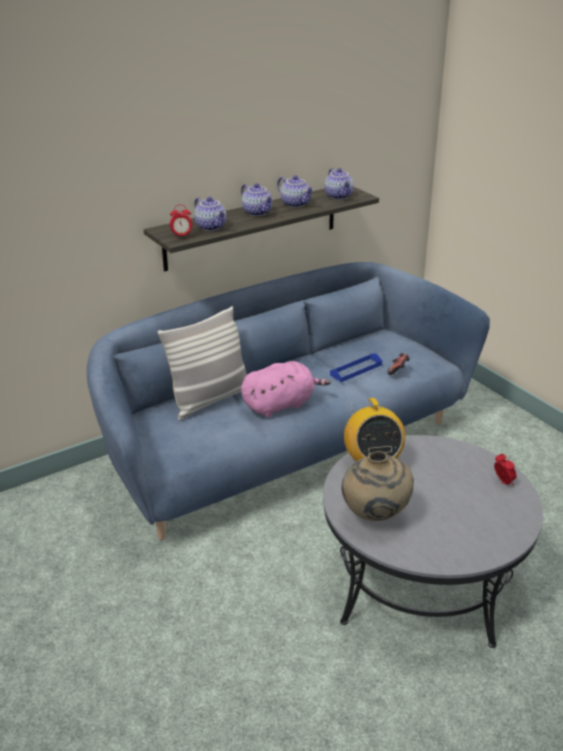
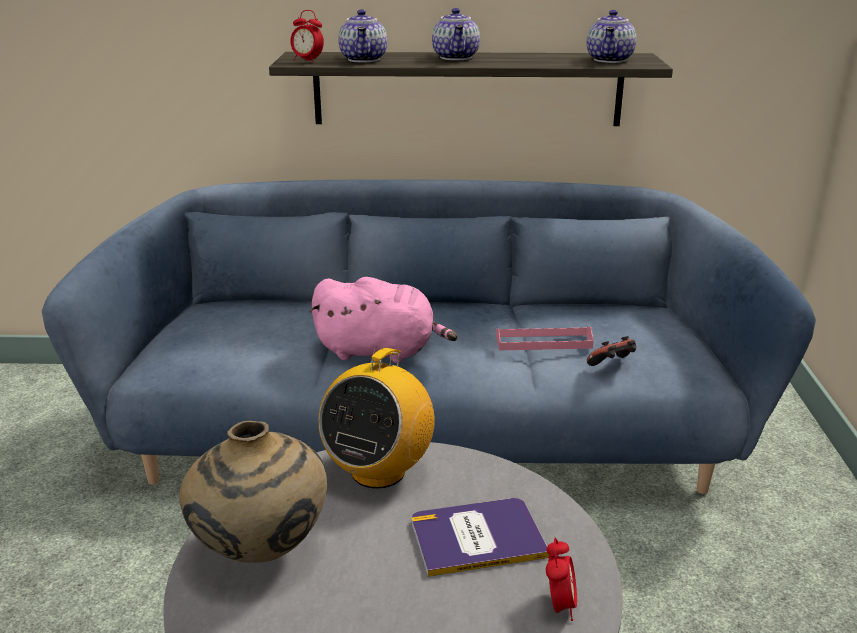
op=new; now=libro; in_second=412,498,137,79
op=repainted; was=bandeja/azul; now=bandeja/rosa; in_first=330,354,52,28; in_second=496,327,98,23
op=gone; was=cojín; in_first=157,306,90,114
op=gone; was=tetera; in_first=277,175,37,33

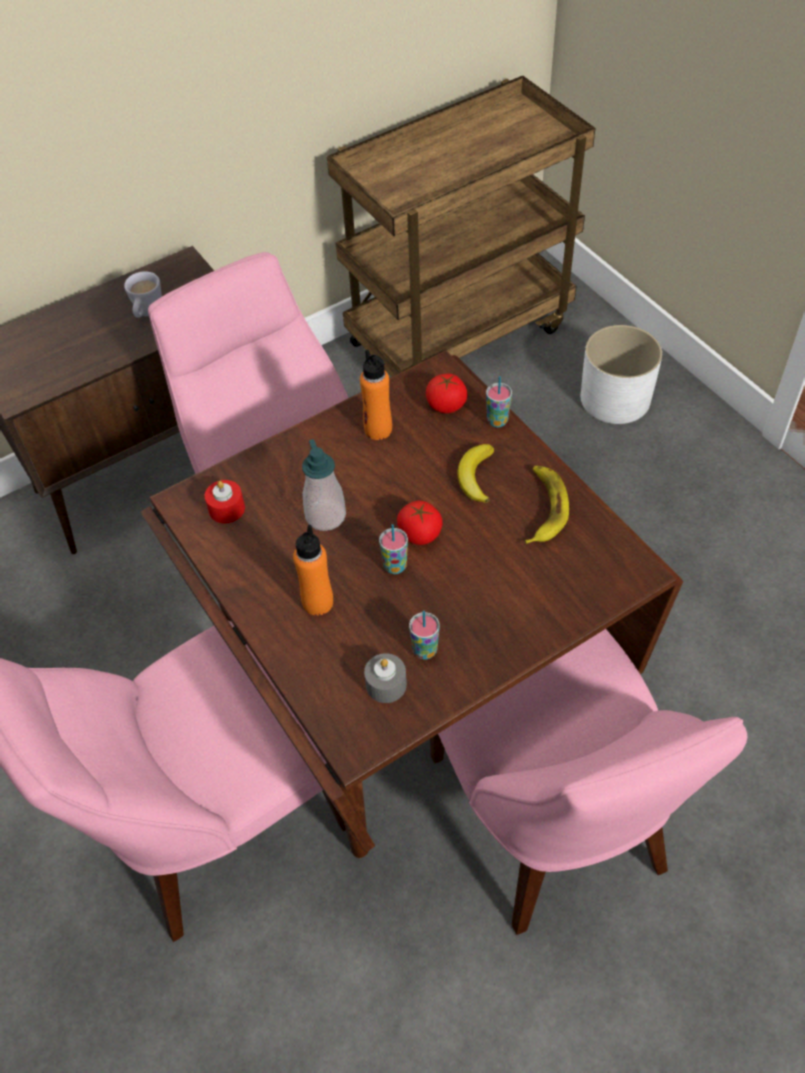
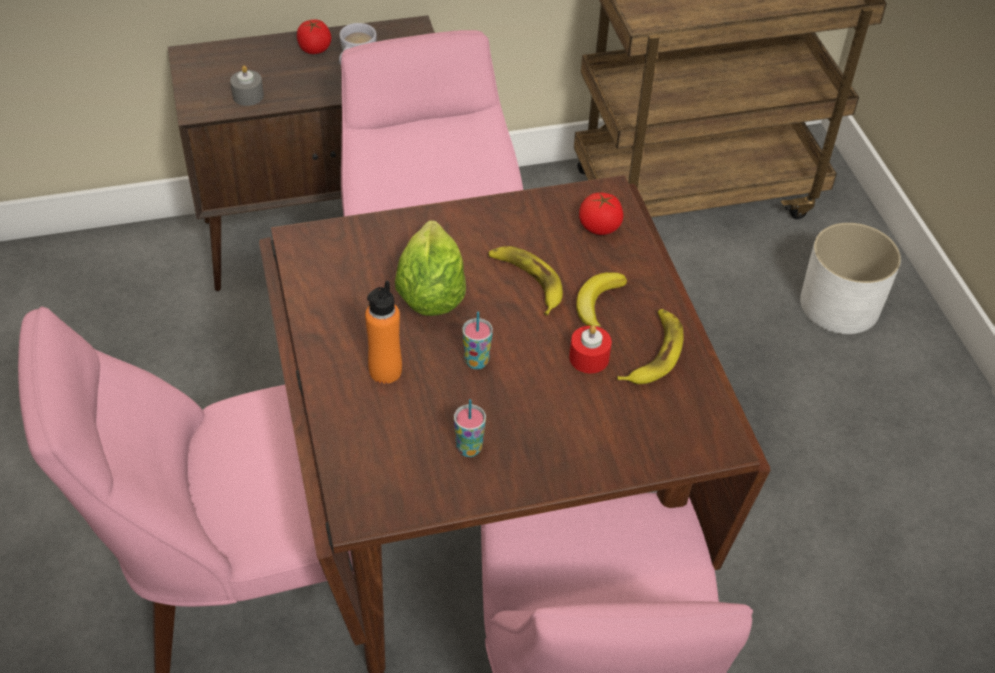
op=shifted; was=vela/gris; in_first=364,653,43,50; in_second=230,65,34,41
op=shifted; was=tomate; in_first=397,501,46,44; in_second=297,20,34,34
op=swapped; was=dispensador de jabón; now=lechuga; in_first=302,439,44,92; in_second=395,221,71,95
op=new; now=plátano; in_second=488,246,75,69
op=shifted; was=vela/rojo; in_first=205,480,40,44; in_second=569,325,43,48
op=gone; was=botella/naranja; in_first=360,349,32,91
op=gone; was=taza; in_first=486,376,26,52

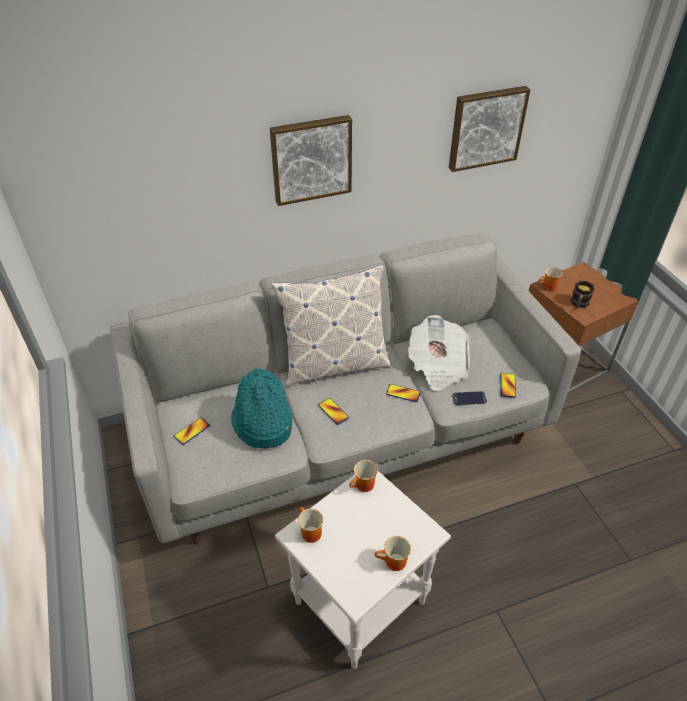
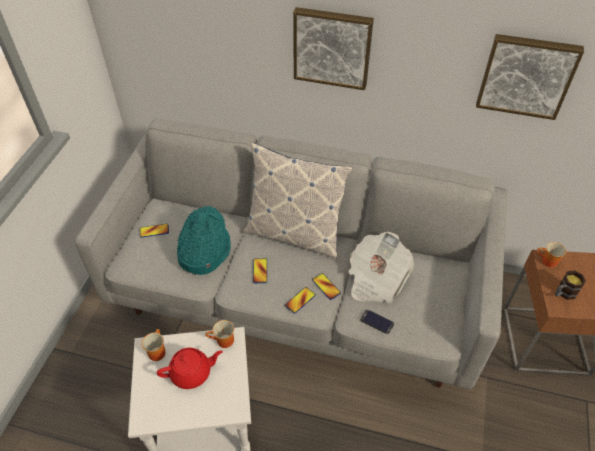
op=new; now=tetera/rojo; in_second=157,347,66,42
op=shifted; was=móvil; in_first=500,373,16,25; in_second=285,287,31,27
op=gone; was=taza grande; in_first=374,536,37,35

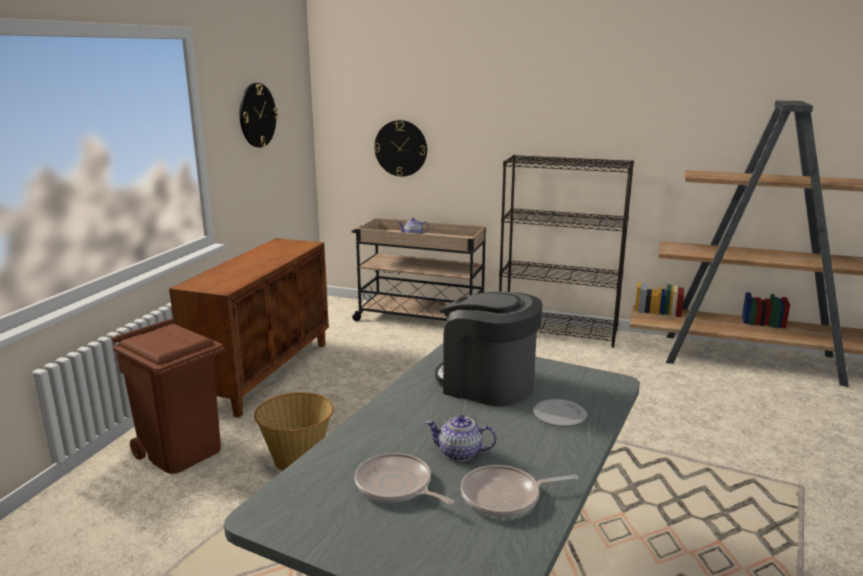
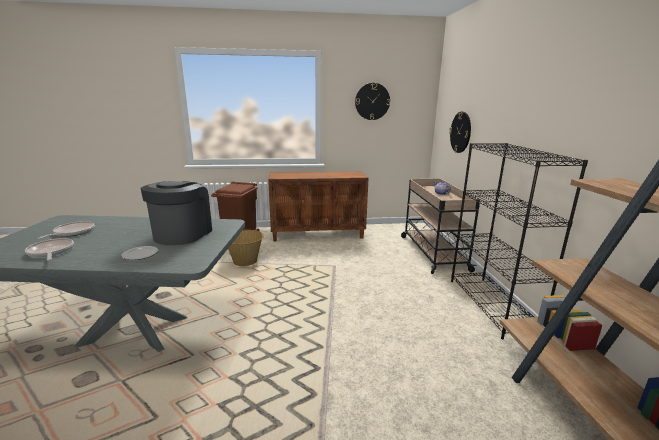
op=gone; was=tetera; in_first=425,415,72,46

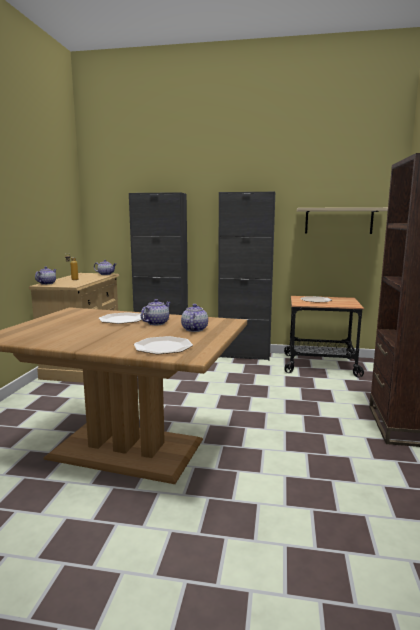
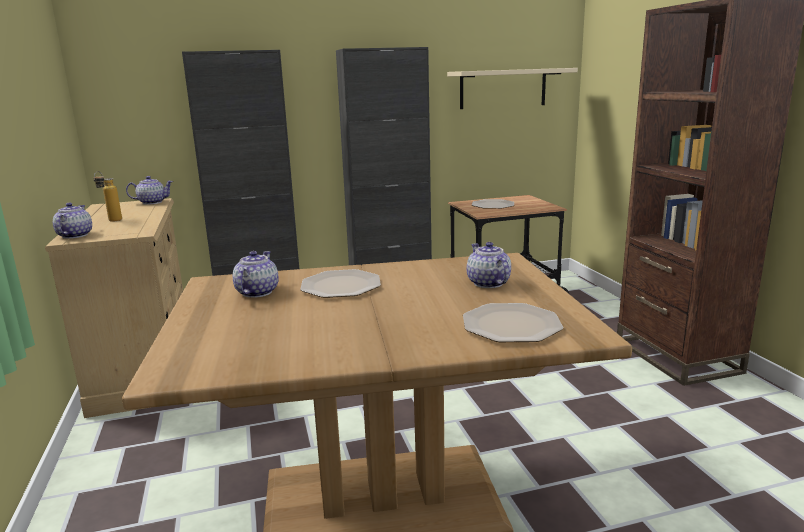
op=shifted; was=tetera; in_first=141,299,30,26; in_second=233,251,46,47

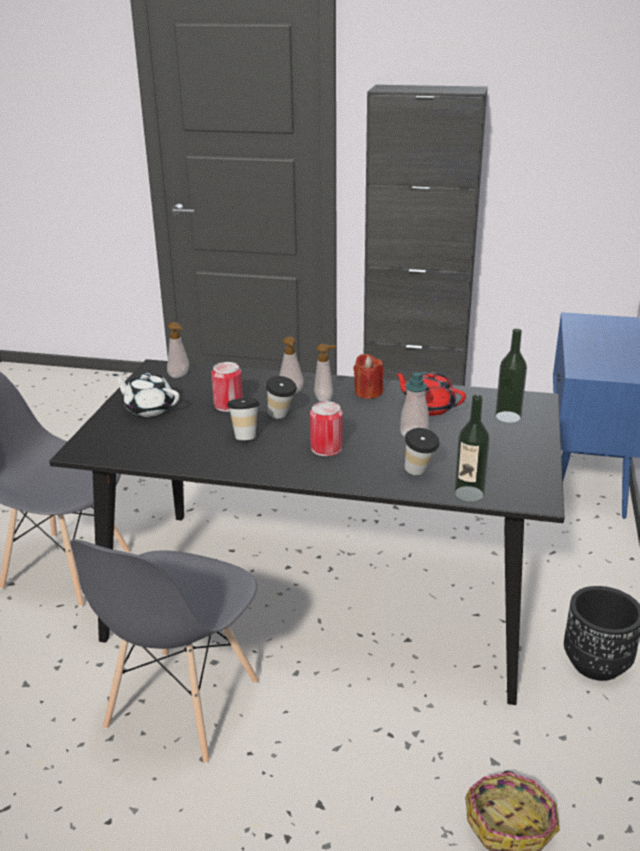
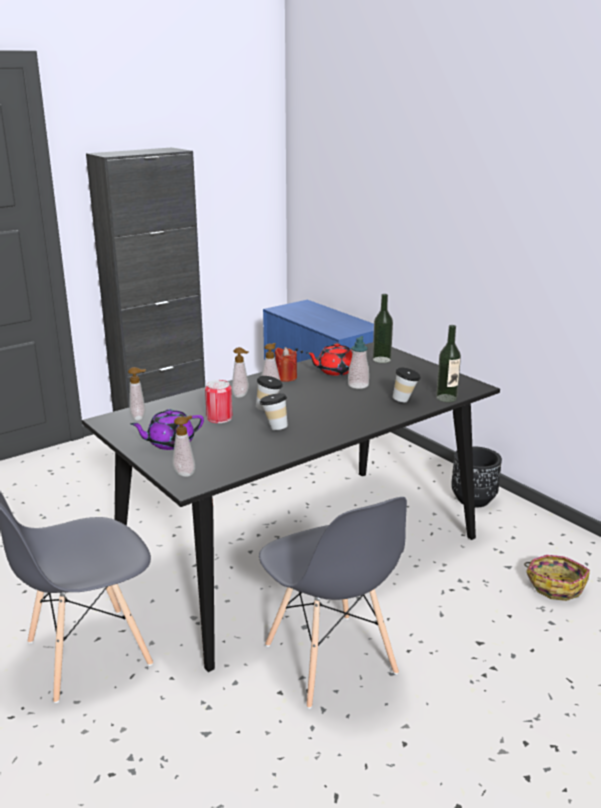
op=repainted; was=tetera/blanco; now=tetera/morado; in_first=113,373,66,44; in_second=130,409,74,41
op=new; now=dispensador de jabón; in_second=172,415,23,62
op=gone; was=lata; in_first=310,401,33,55

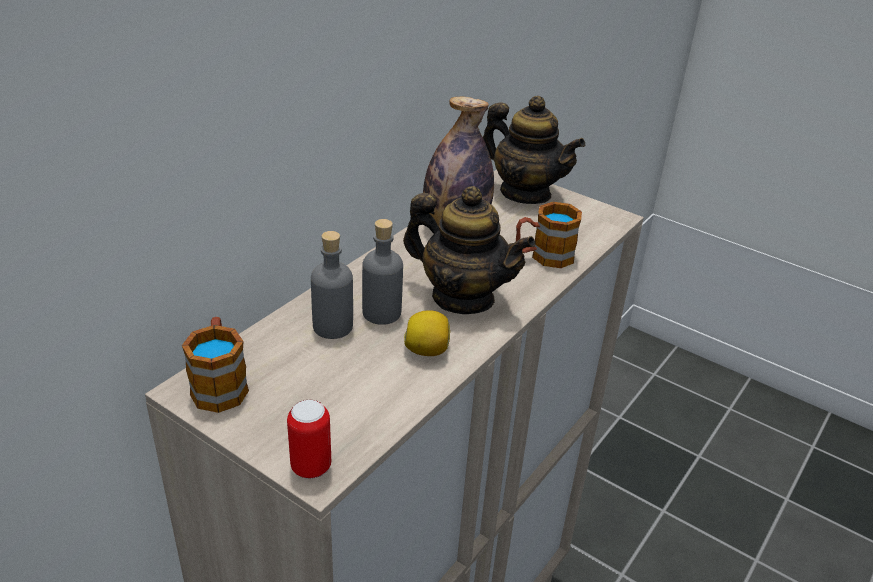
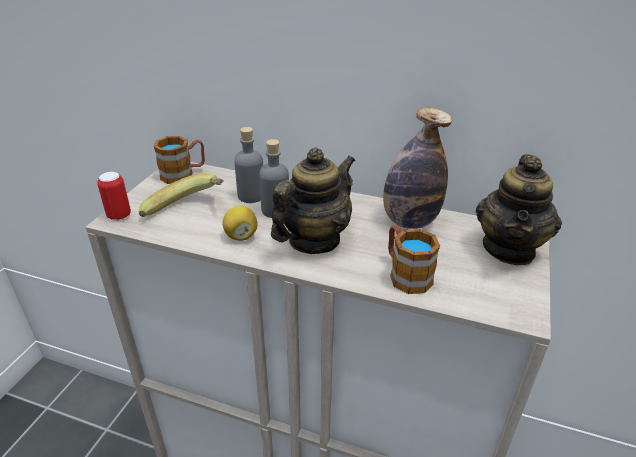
op=new; now=plátano; in_second=139,172,85,45
op=rotated; was=tetera; in_first=403,186,133,128; in_second=271,147,84,107; clockwise=-150

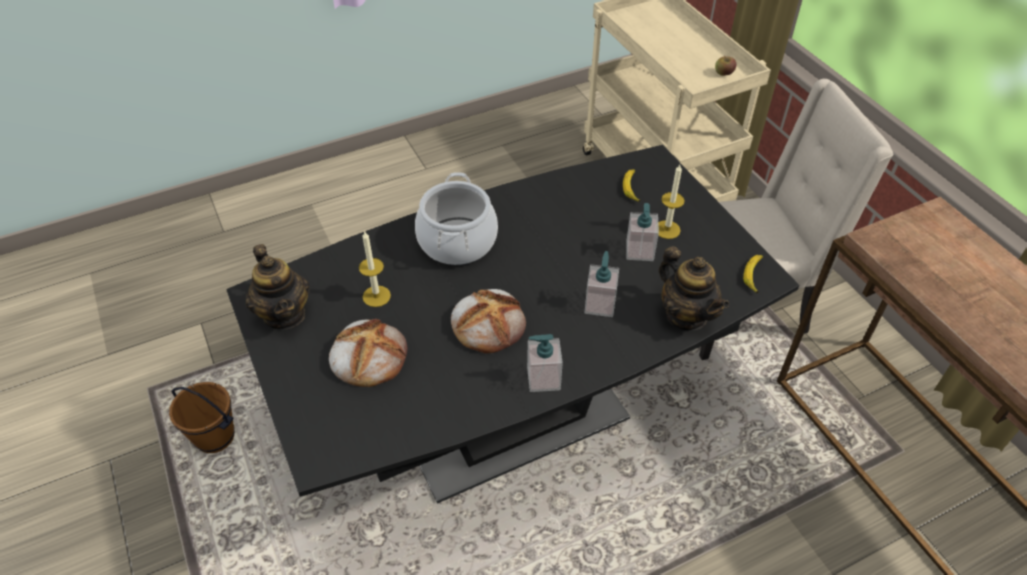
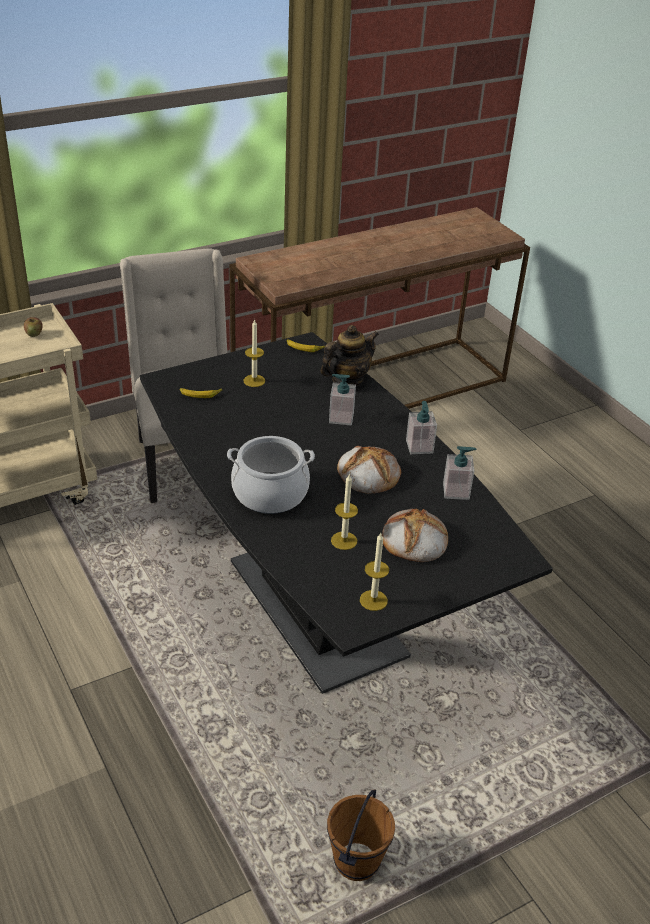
op=swapped; was=tetera; now=vela; in_first=246,244,63,86; in_second=360,533,29,78
op=shifted; was=dispensador de jabón; in_first=626,203,33,58; in_second=443,446,34,54

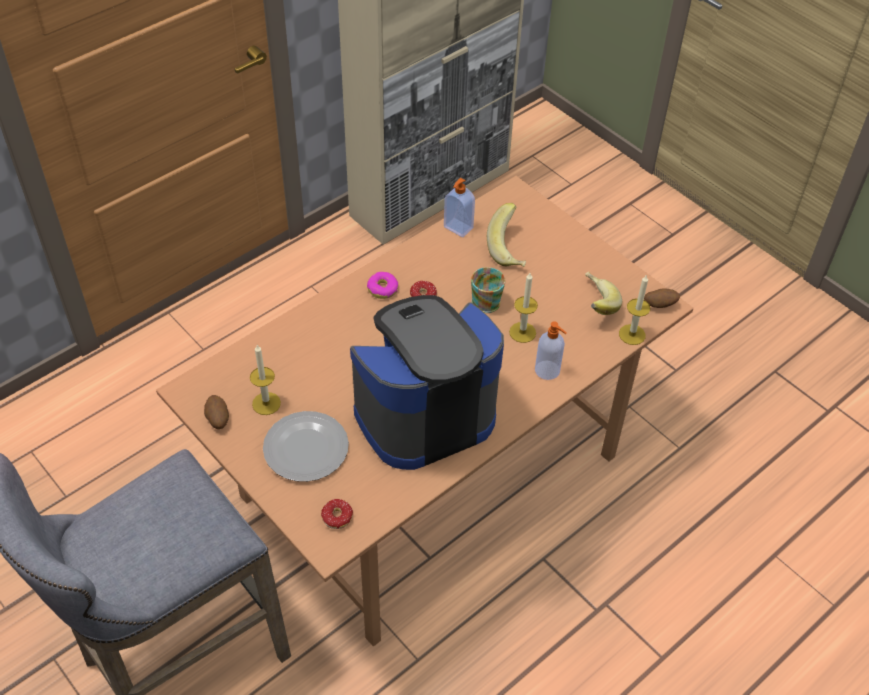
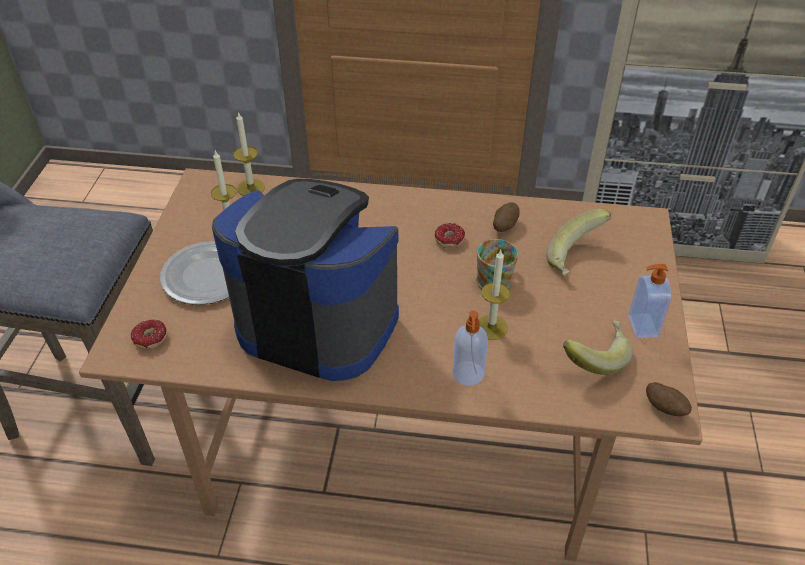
op=shifted; was=vela; in_first=619,274,31,71; in_second=233,112,32,84
op=shifted; was=patata; in_first=204,395,25,34; in_second=493,202,27,30
op=shifted; was=dispensador de jabón; in_first=444,178,31,59; in_second=628,264,43,74
op=gone; was=rosquilla; in_first=367,272,31,27

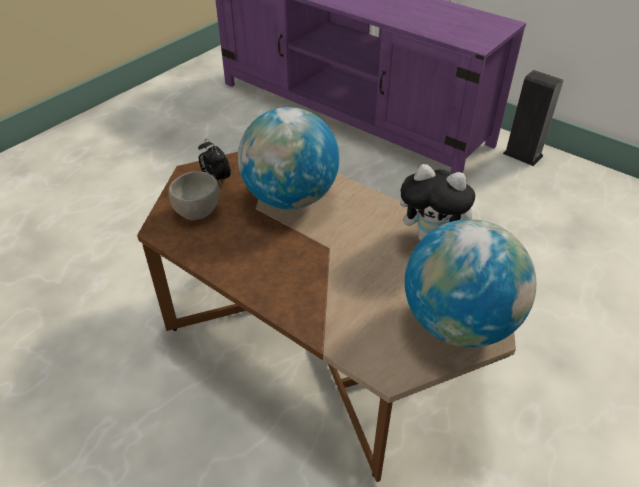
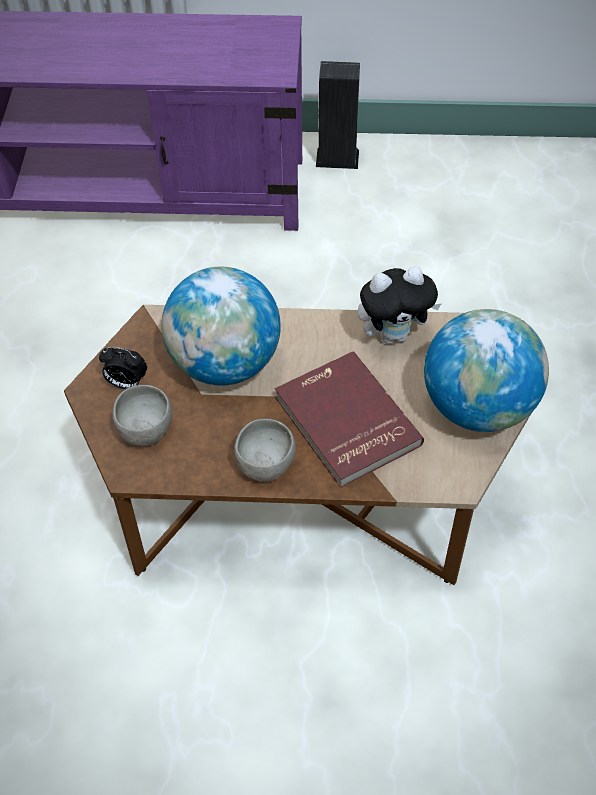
op=new; now=cuenco/gris; in_second=234,418,62,64
op=new; now=libro/rojo; in_second=275,352,149,136

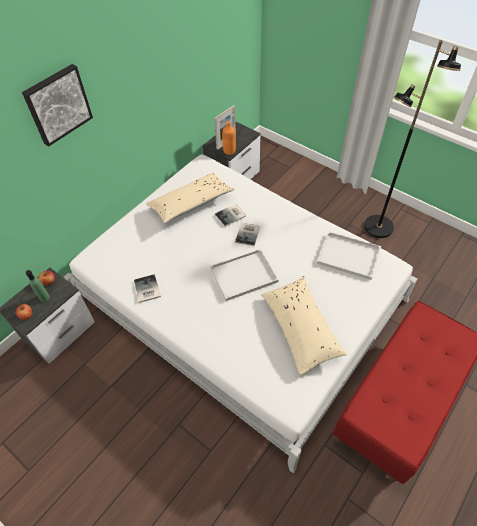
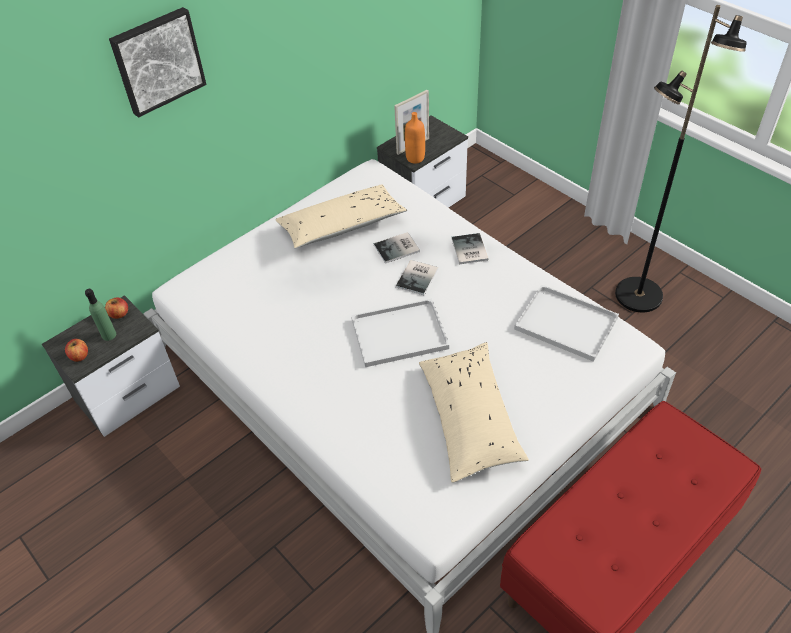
op=shifted; was=libro; in_first=134,274,27,29; in_second=452,233,37,31

